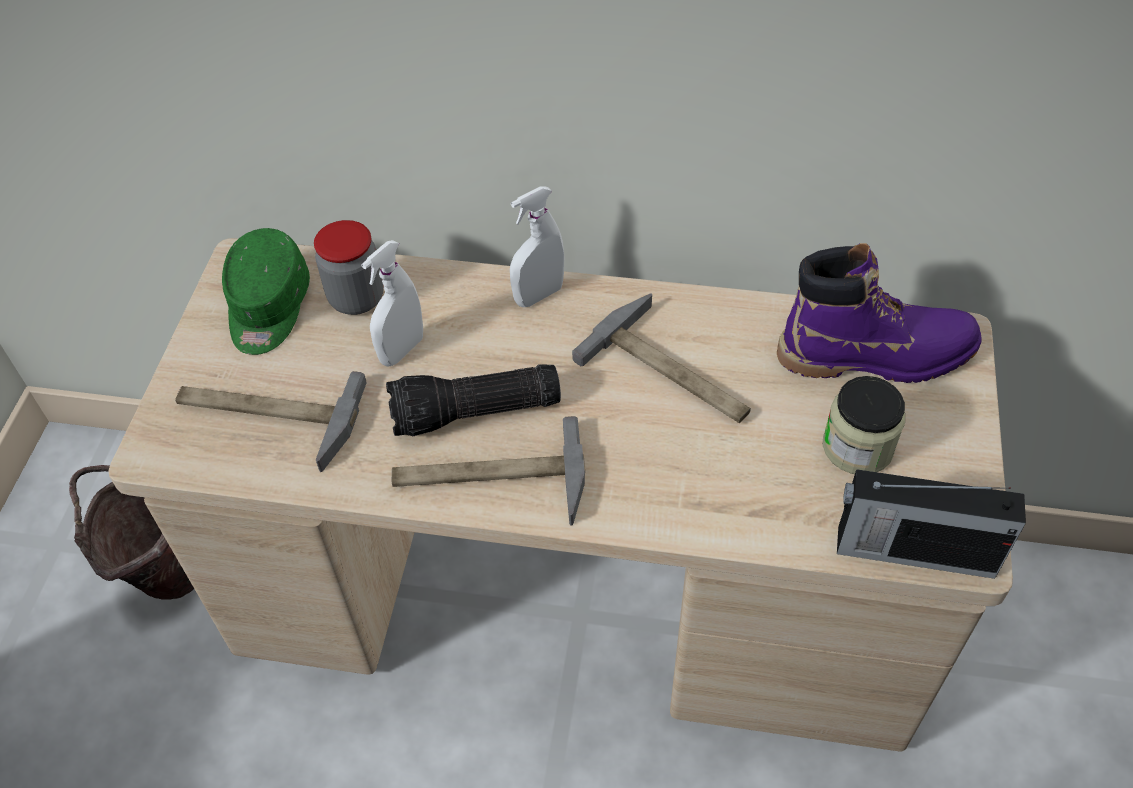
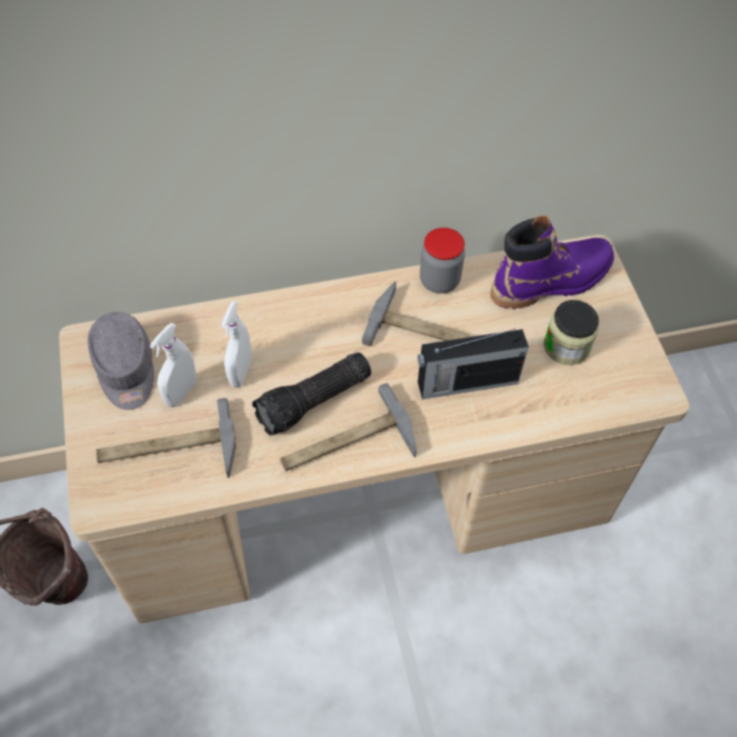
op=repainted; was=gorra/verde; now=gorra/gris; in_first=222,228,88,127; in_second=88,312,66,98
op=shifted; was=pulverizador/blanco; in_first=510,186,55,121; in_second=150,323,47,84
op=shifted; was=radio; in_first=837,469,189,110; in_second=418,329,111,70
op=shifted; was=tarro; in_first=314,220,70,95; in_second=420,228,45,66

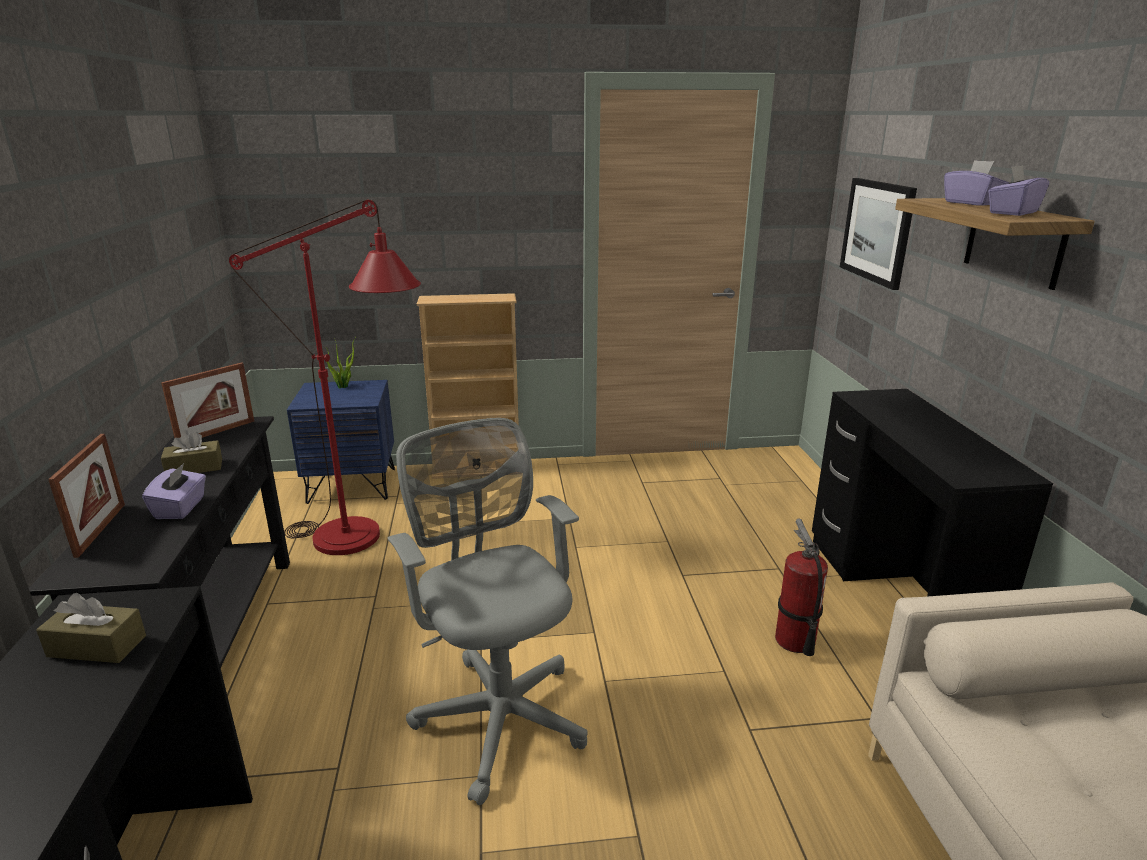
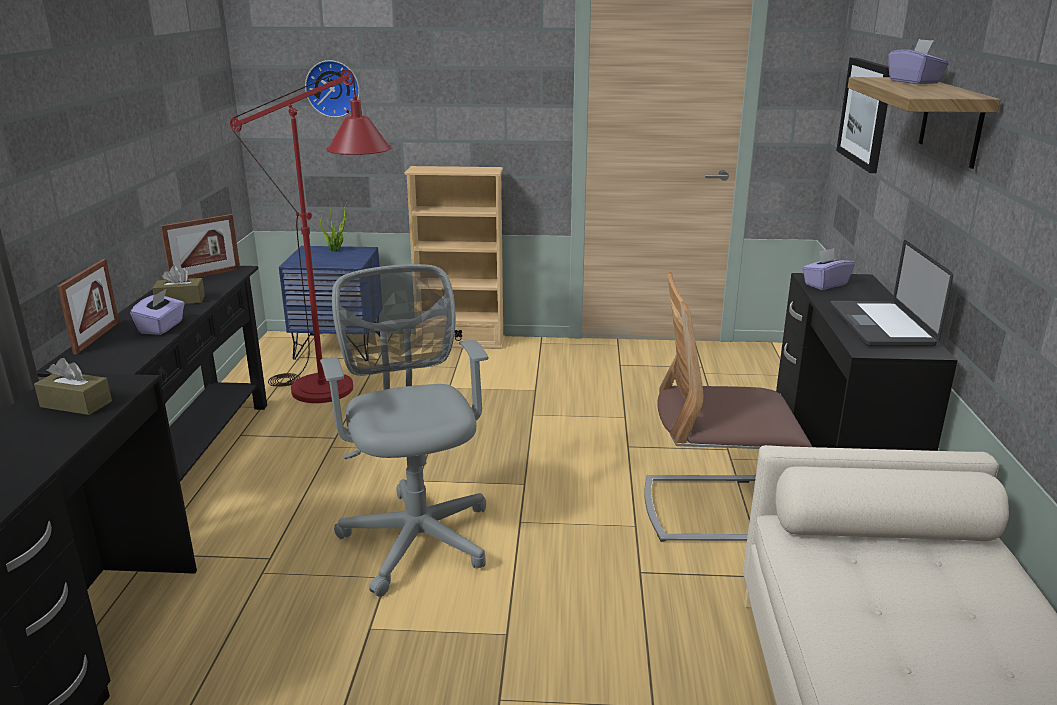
op=new; now=reloj de pared; in_second=305,60,55,58
op=swapped; was=extintor; now=silla; in_first=775,519,53,137; in_second=644,272,168,270
op=shifted; was=caja de pañuelos/morado; in_first=988,165,61,51; in_second=802,248,53,42
op=new; now=portátil; in_second=830,240,123,107

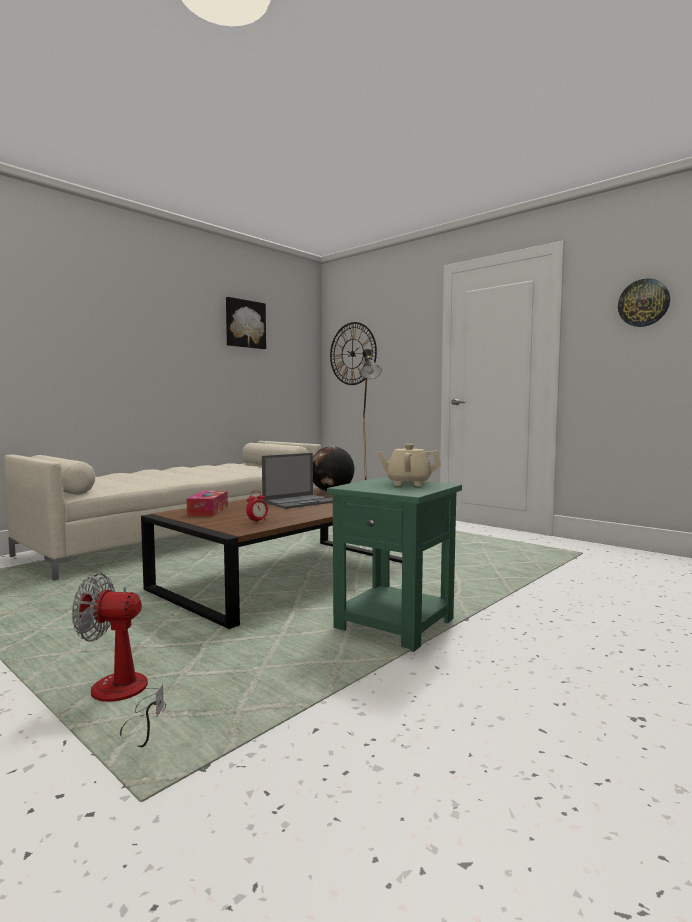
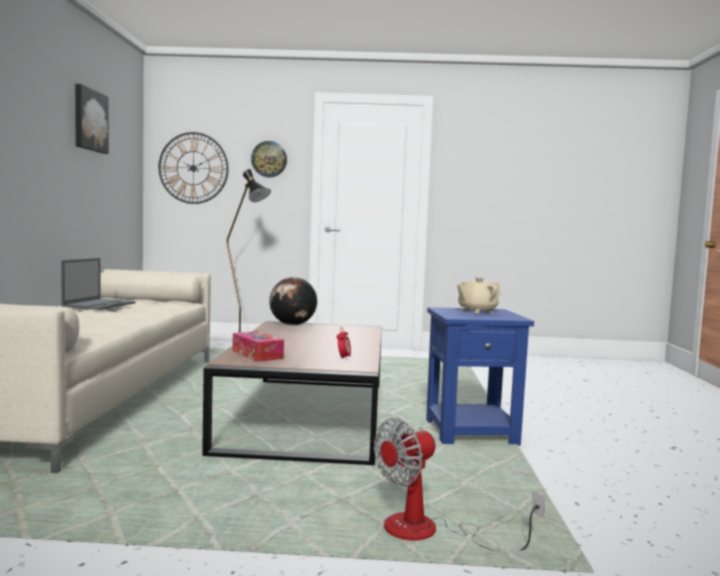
op=shifted; was=portátil; in_first=262,453,71,56; in_second=61,258,75,52
op=shifted; was=reloj de pared; in_first=618,278,52,49; in_second=251,141,36,36
op=repainted; was=mesa auxiliar/verde; now=mesa auxiliar/azul; in_first=327,478,135,174; in_second=426,307,108,139

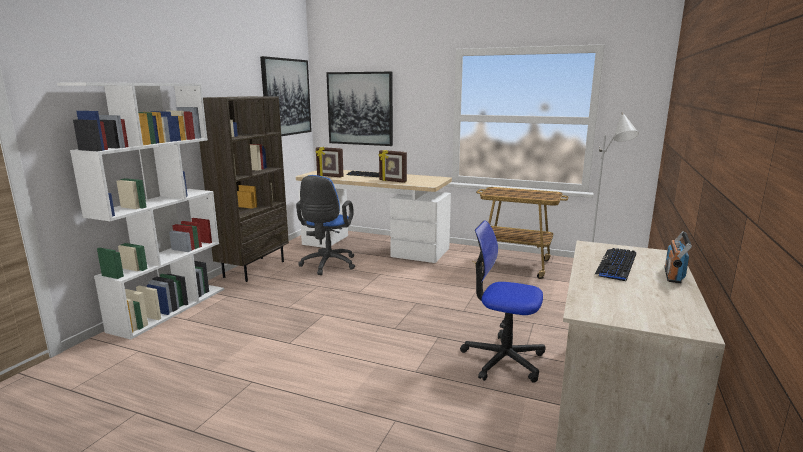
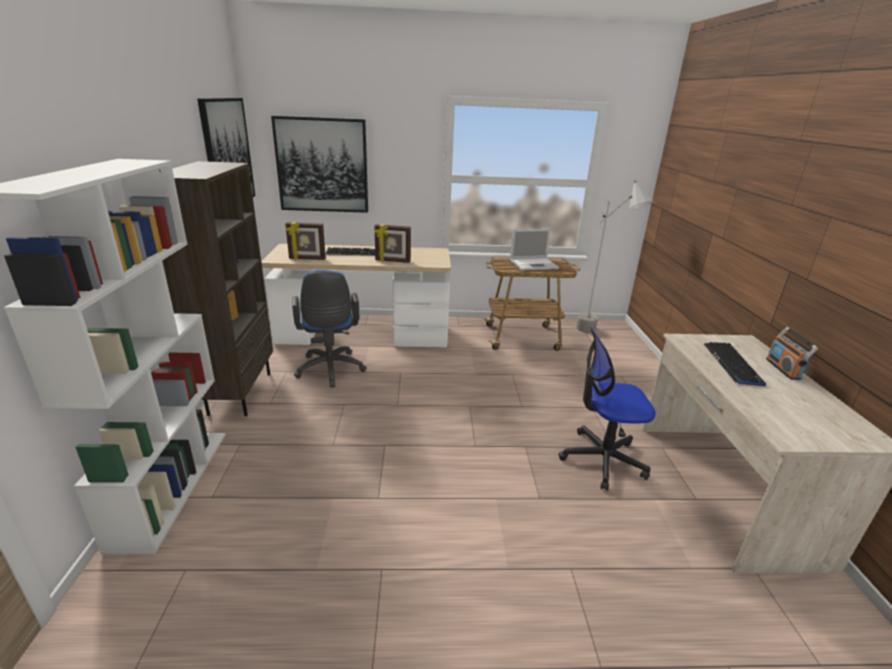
op=new; now=portátil; in_second=510,229,49,42

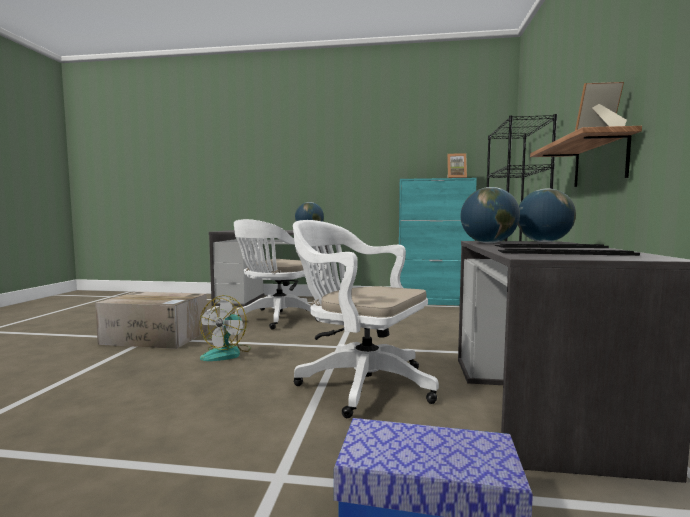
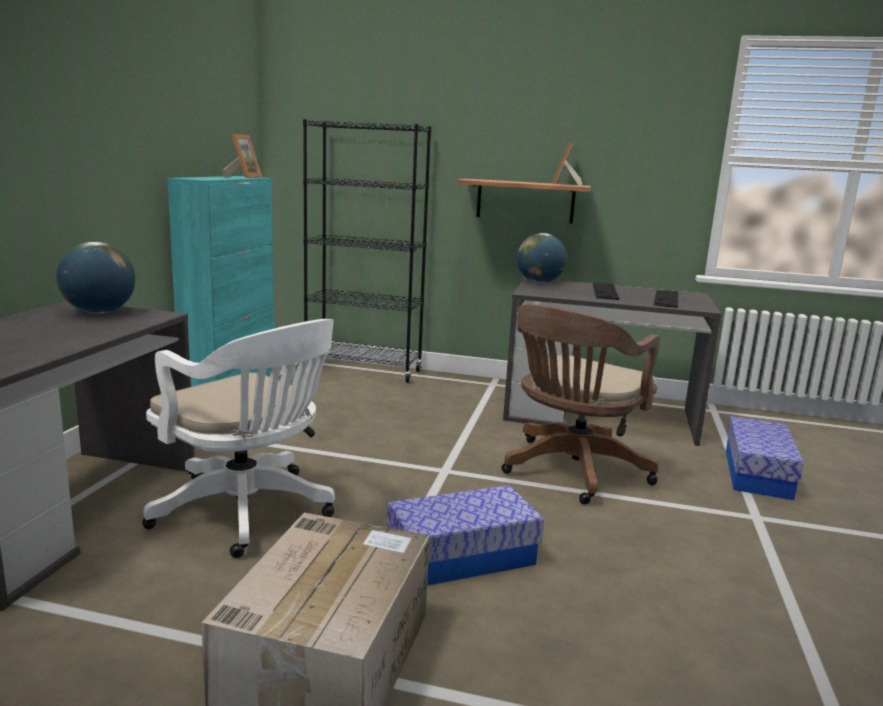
op=swapped; was=ventilador; now=caja de almacenaje; in_first=200,295,51,66; in_second=387,485,157,101
op=repainted; was=silla de oficina/blanco; now=silla de oficina/marrón; in_first=293,220,146,198; in_second=502,305,158,199
op=gone; was=globo terráqueo; in_first=461,187,59,56

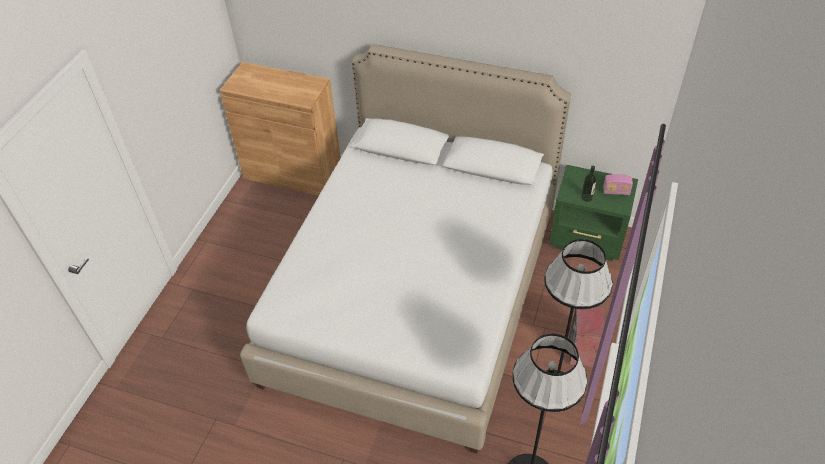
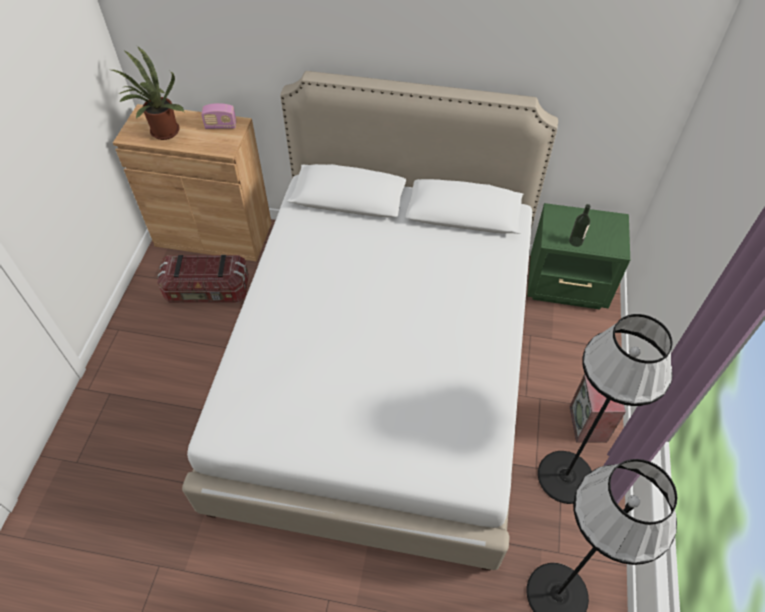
op=new; now=planta en maceta; in_second=112,46,72,94
op=new; now=caja de almacenaje; in_second=157,255,92,48
op=shifted; was=radio; in_first=603,174,30,21; in_second=201,103,35,26

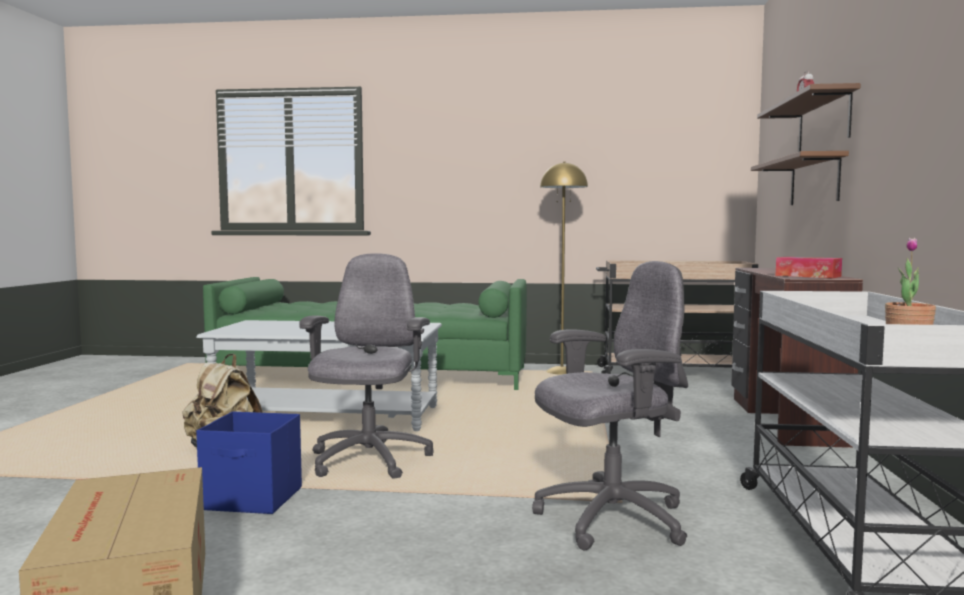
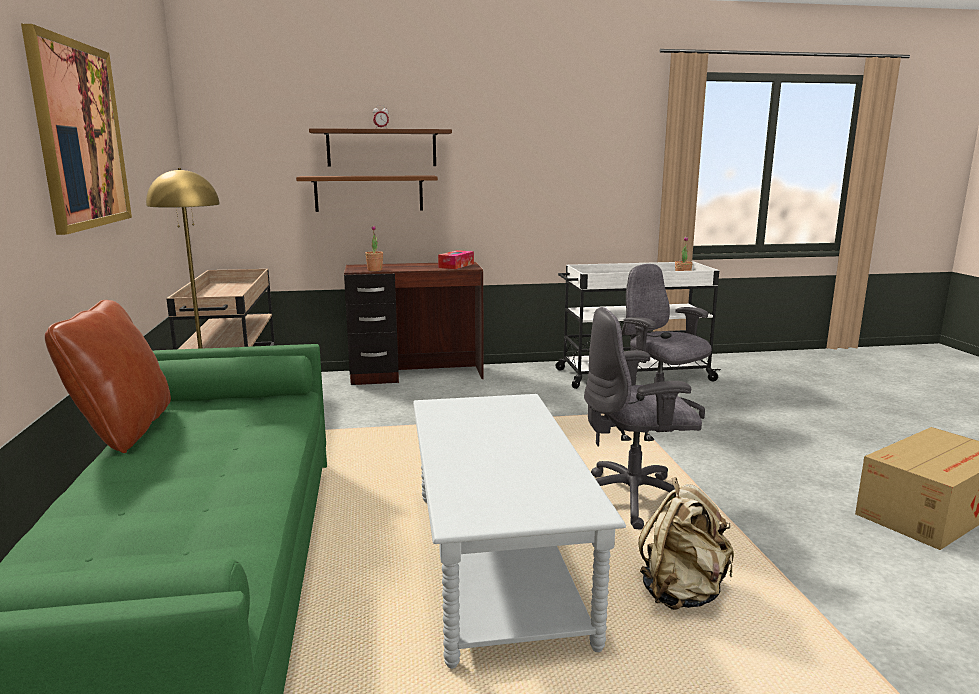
op=new; now=cuadro; in_second=21,24,111,211
op=new; now=cojín/marrón; in_second=45,300,126,153
op=new; now=planta en maceta; in_second=365,225,18,46
op=gone; was=caja de almacenaje/azul; in_first=196,411,106,103

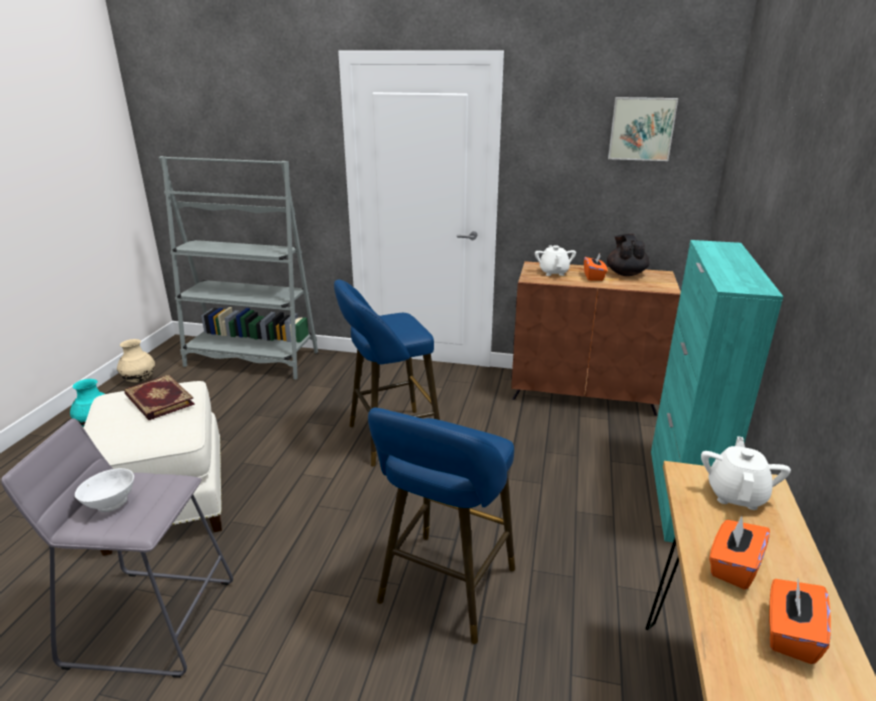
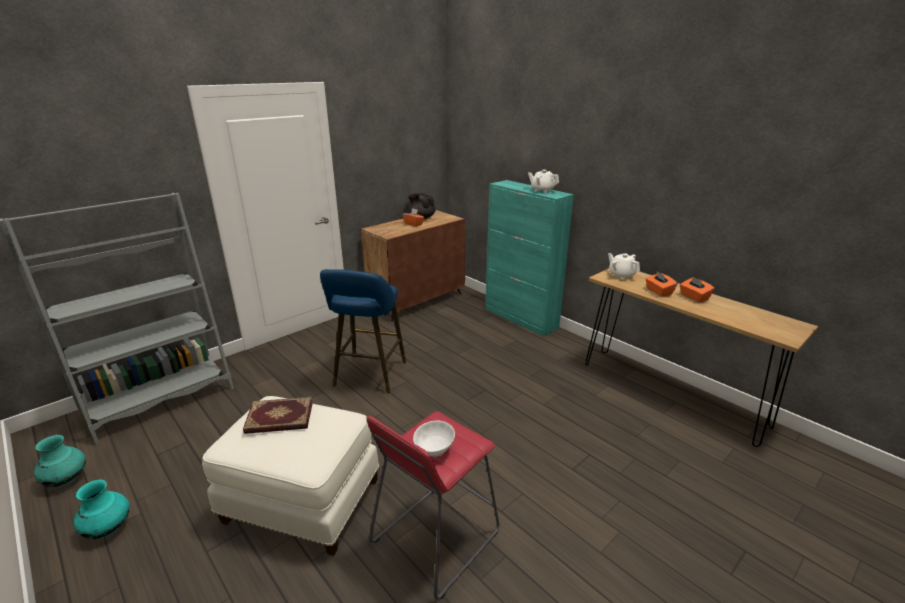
op=repainted; was=florero/beis; now=florero/turquesa; in_first=117,339,38,43; in_second=34,435,52,53
op=repainted; was=taburete/gris; now=taburete/rojo; in_first=1,418,232,260; in_second=366,411,133,189
op=shifted; was=tetera/blanco; in_first=535,245,41,31; in_second=528,170,31,23
op=gone; was=taburete/azul; in_first=368,407,147,237
op=gone; was=cuadro; in_first=608,97,70,64

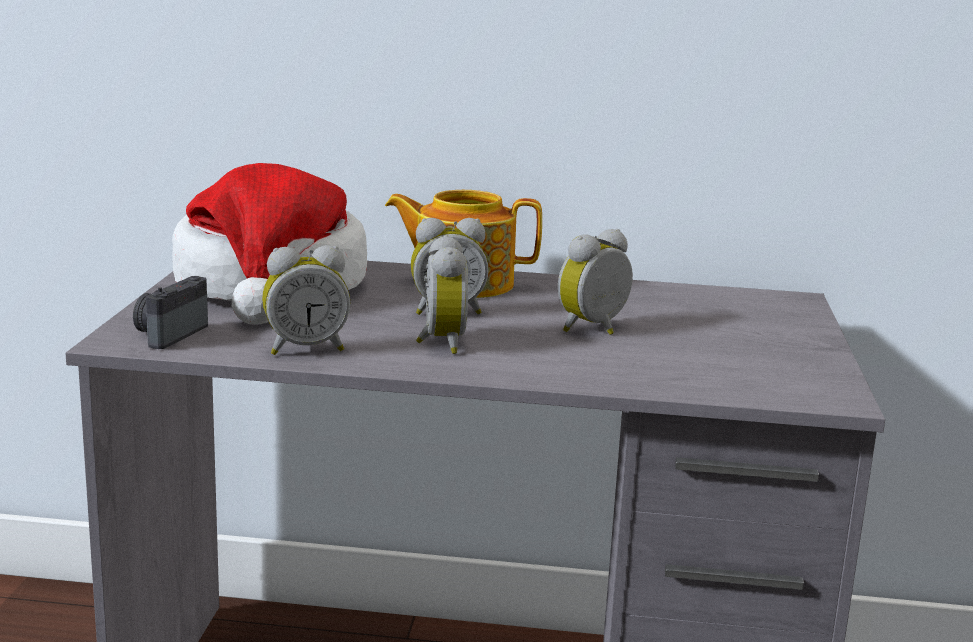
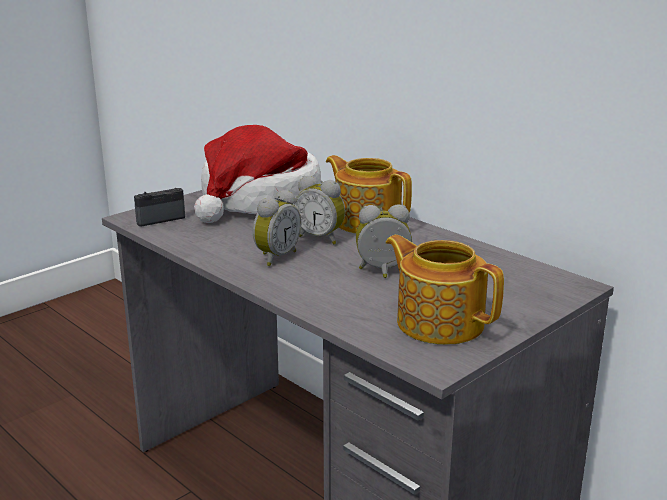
op=new; now=tetera; in_second=386,235,118,110
op=gone; was=despertador; in_first=262,245,88,110

